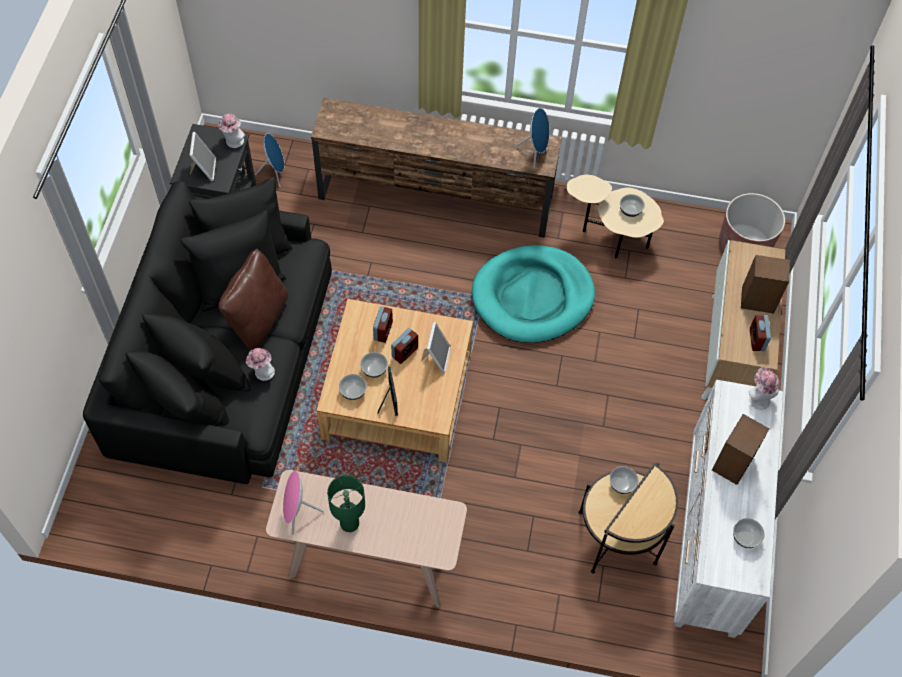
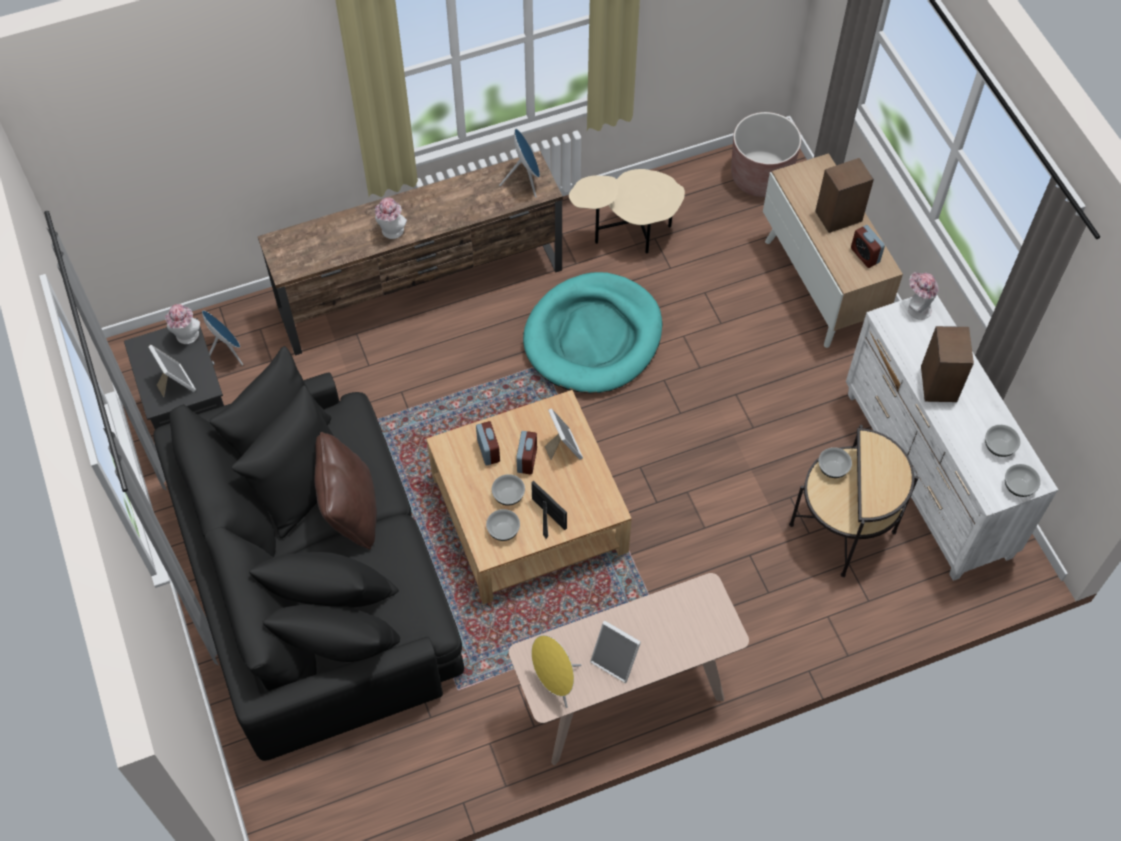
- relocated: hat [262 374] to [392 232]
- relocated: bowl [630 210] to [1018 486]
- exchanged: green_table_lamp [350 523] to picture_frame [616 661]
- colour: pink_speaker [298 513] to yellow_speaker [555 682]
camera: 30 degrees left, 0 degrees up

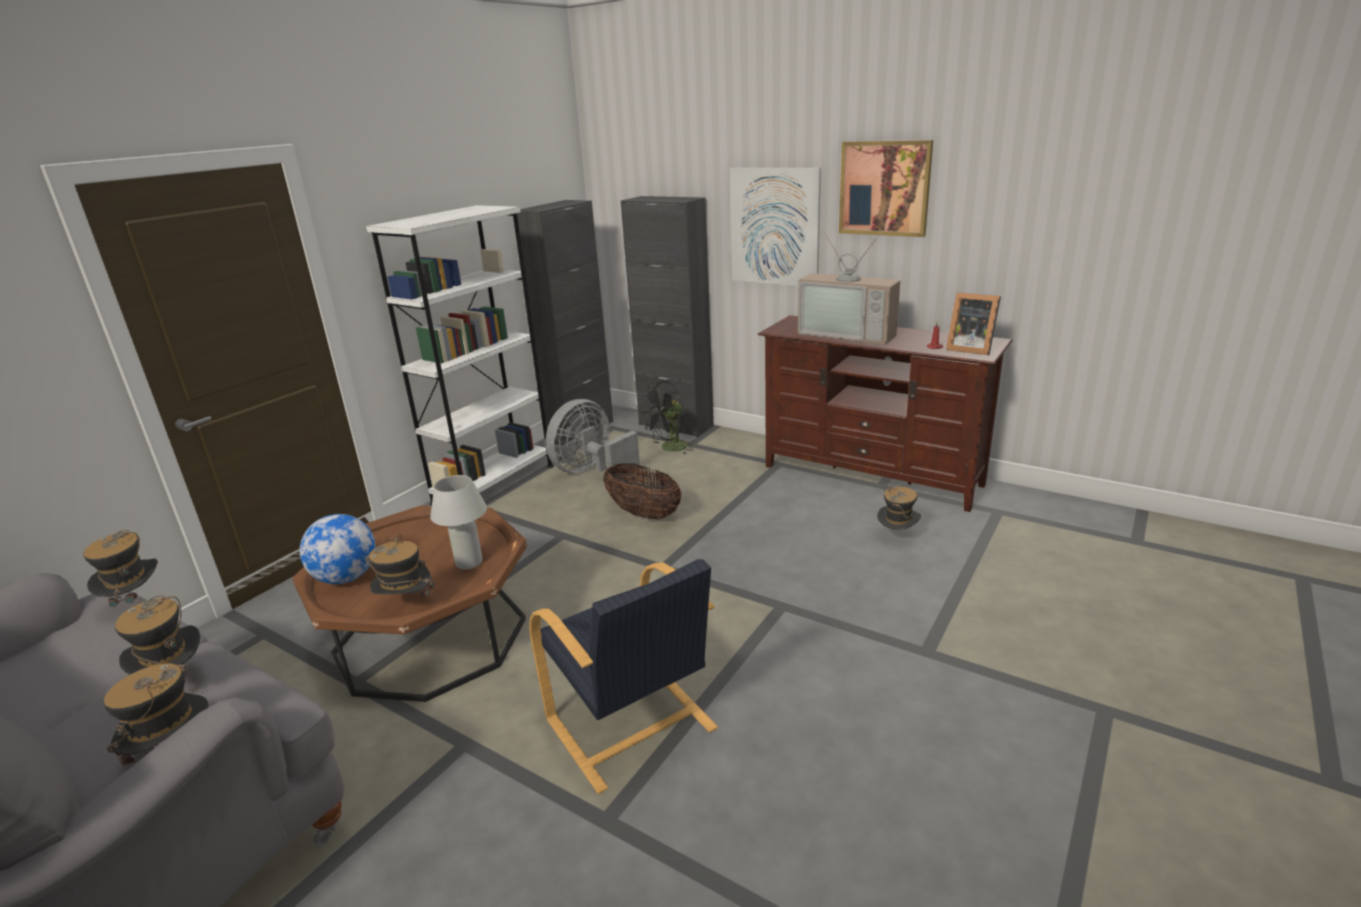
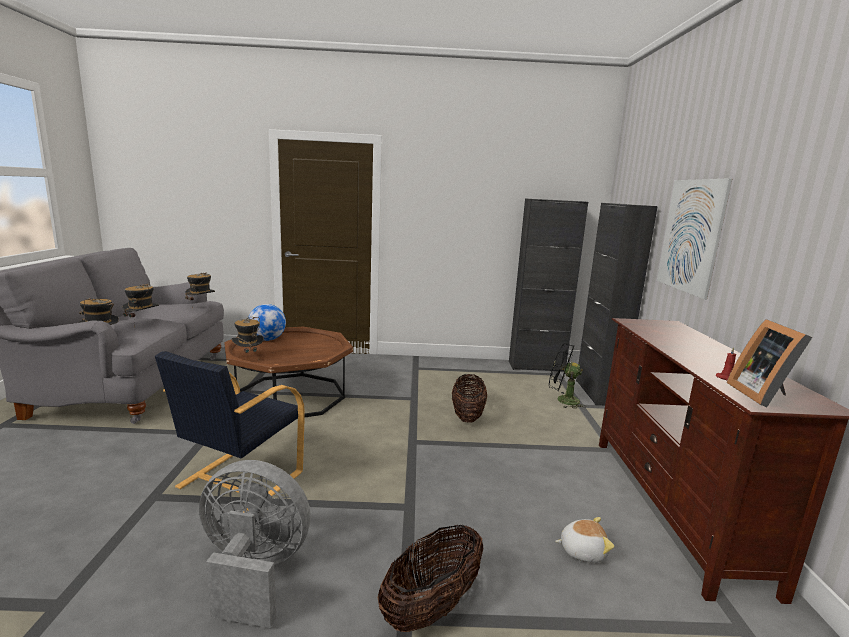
- missing: white_bookcase [494 484]
- missing: white_table_lamp [469 563]
- missing: television [849 333]
- missing: picture [884 188]
- appeared: basket [431 607]
- relocated: grey_fan [591 471] to [254 572]
- exchanged: hat [897 537] to plush_toy [582 550]
camera: 55 degrees right, 10 degrees down

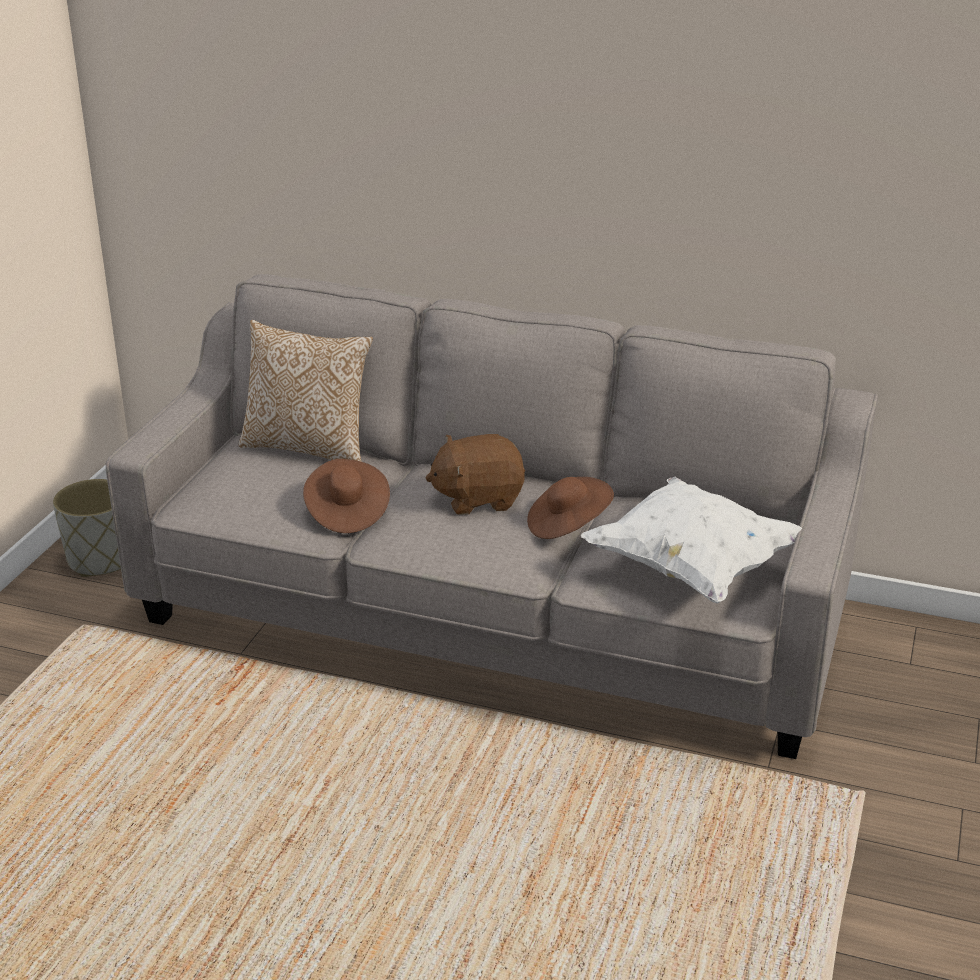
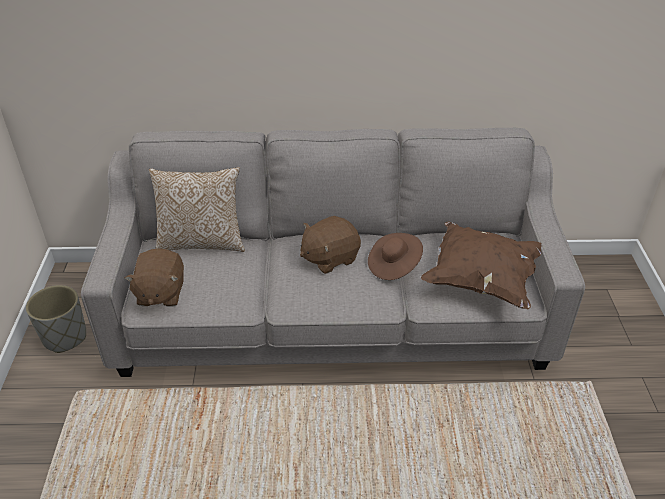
- missing: brown_hat [346 513]
- appeared: brown_plush_toy [160 293]
- colour: white_pillow [691 568] to brown_pillow [481 280]
camera: 20 degrees left, 10 degrees up

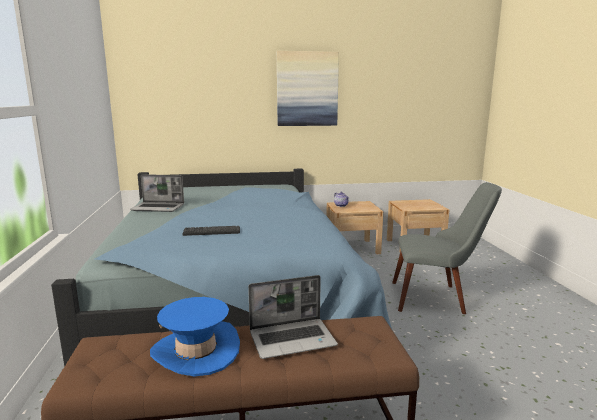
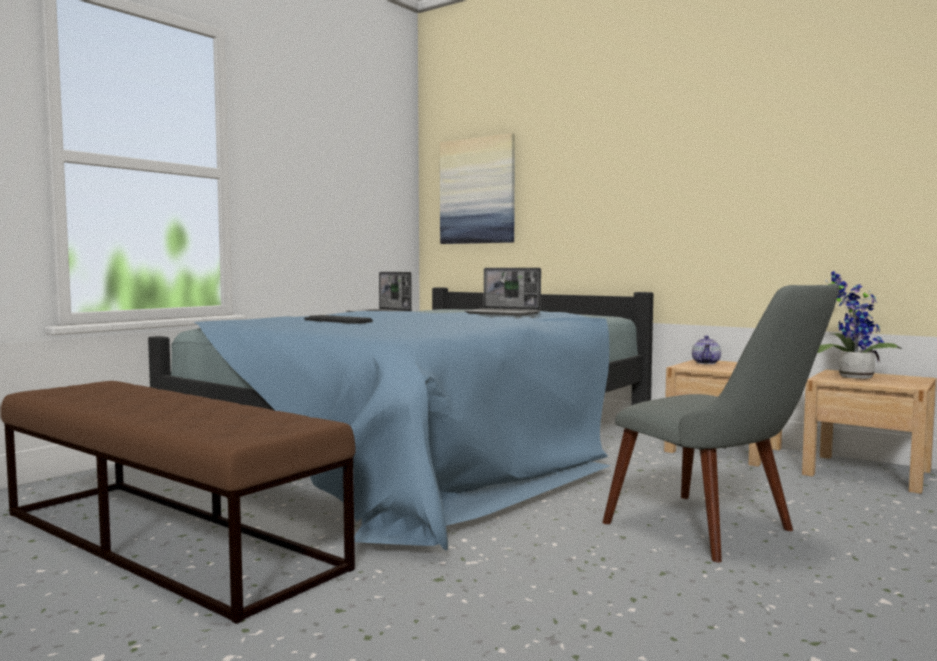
- missing: blue_hat [196 351]
- appeared: potted_plant [851 376]
- relocated: laptop [293 339] to [504 313]
- relocated: picture [307 89] to [477 191]
camera: 45 degrees right, 10 degrees down

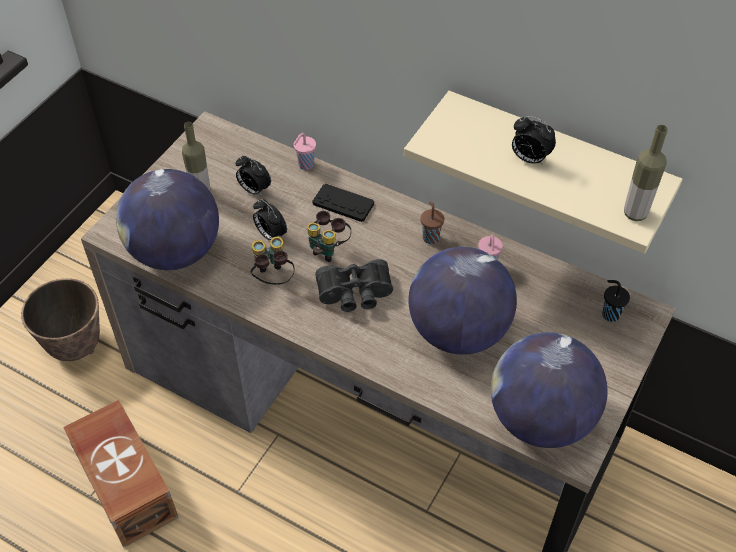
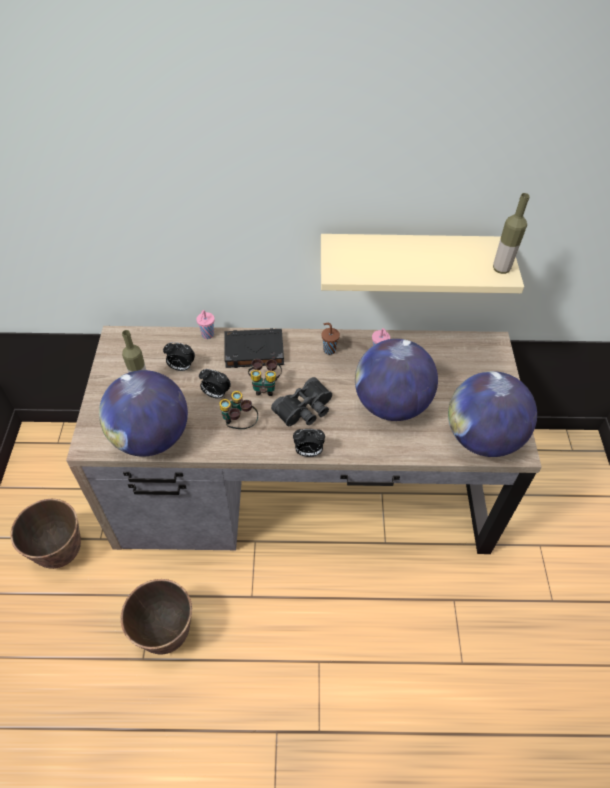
- missing: black_cup [609 314]
- relocated: alarm_clock [529 159] to [308 452]
- exchanged: brown_storage_box [127 483] to planter [166 633]
- exchanged: black_game_controller [343 203] to black_book [253 351]
camera: 30 degrees left, 0 degrees up

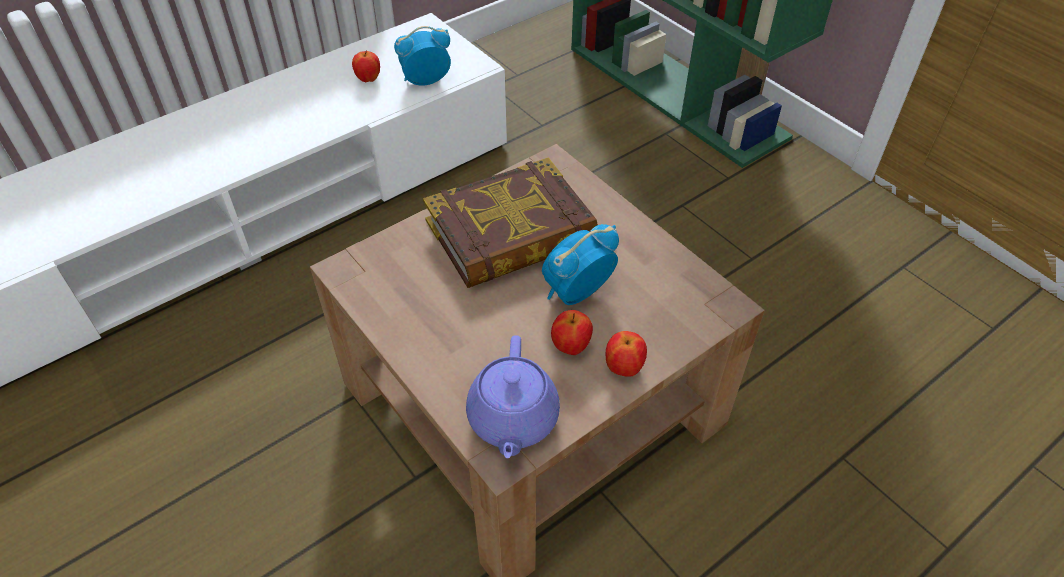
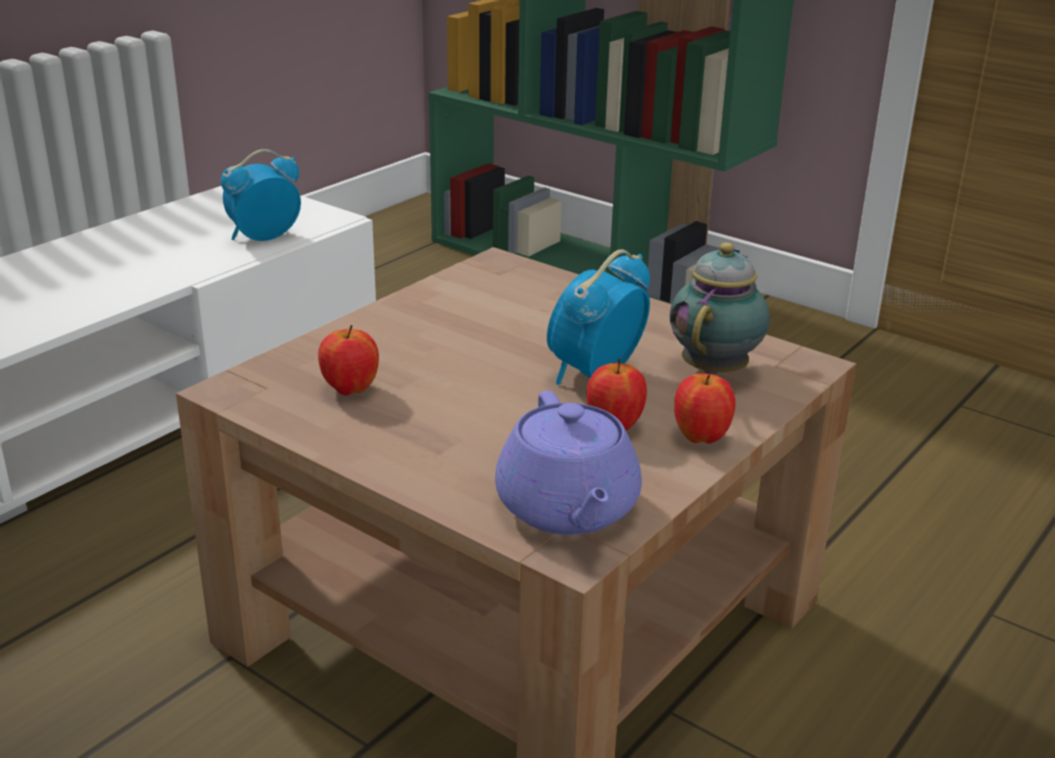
- missing: book [511 233]
- appeared: teapot [716 368]
- relocated: apple [368 79] to [350 390]
camera: 15 degrees left, 20 degrees down

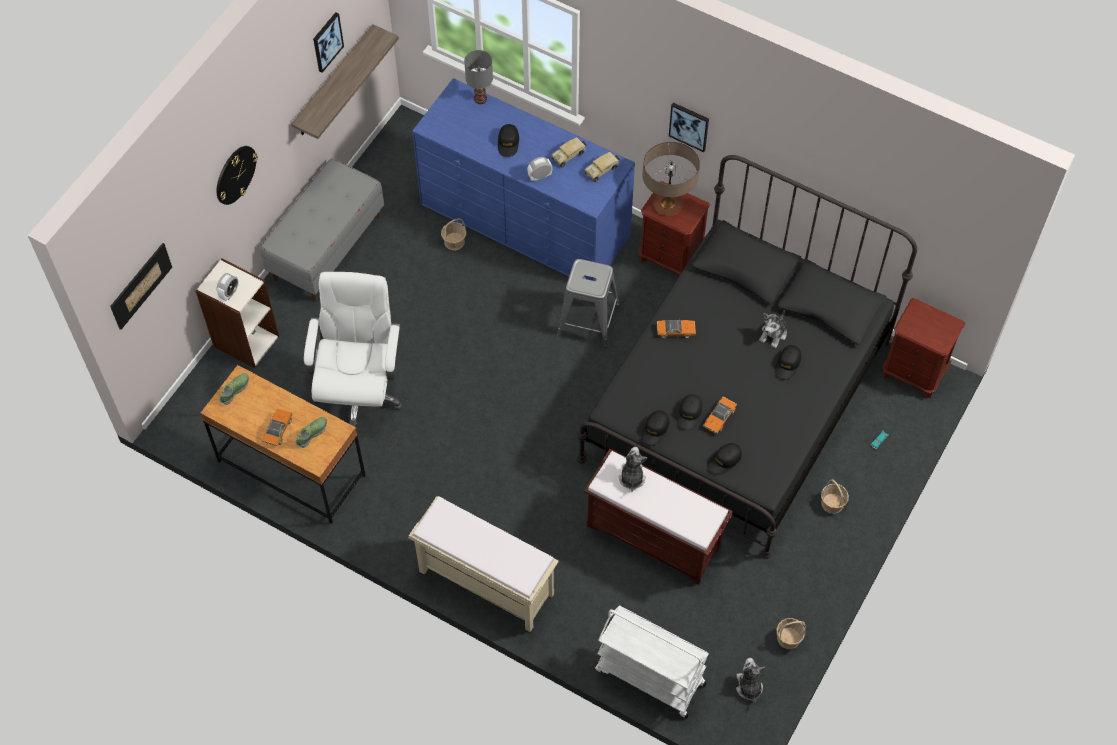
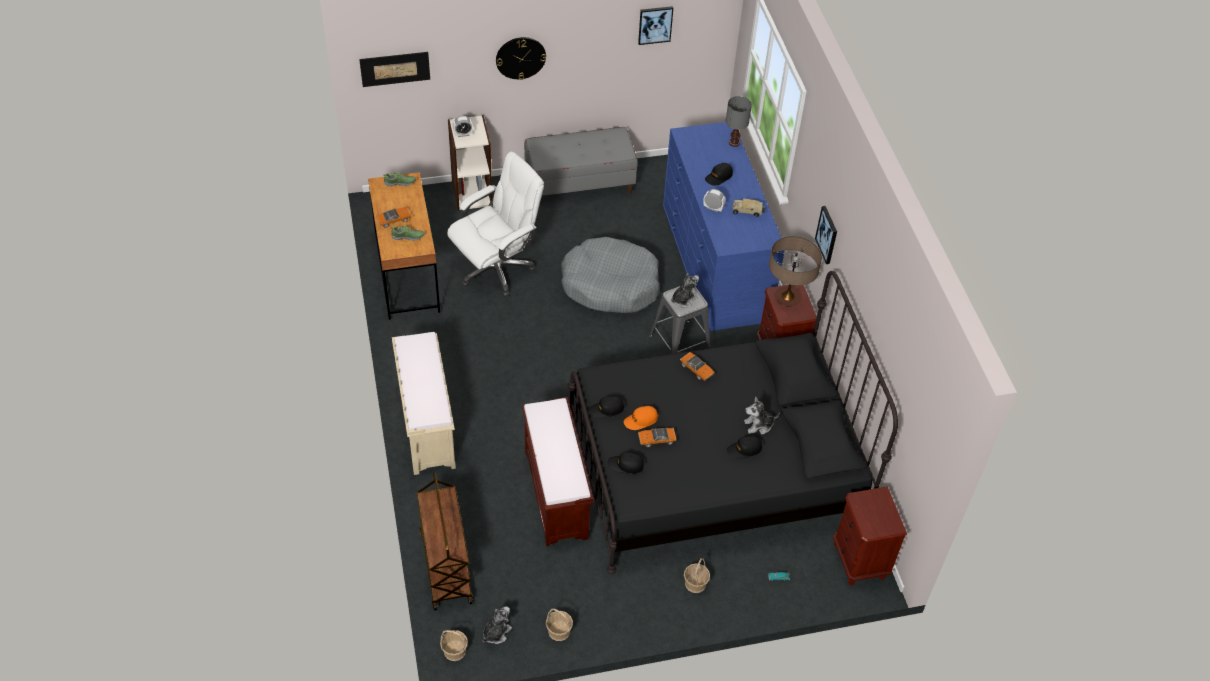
- missing: shelf [334 83]
- missing: toy_truck [602 169]
- appeared: grey_dog_bed [610 285]
- relocated: basket [454 241] to [454 650]
- relocated: plush_toy [631 477] to [683 299]
- colour: white_cart [649 677] to brown_cart [445 566]
- colour: black_cap [689 414] to orange_cap [640 420]
camera: 45 degrees right, 10 degrees down

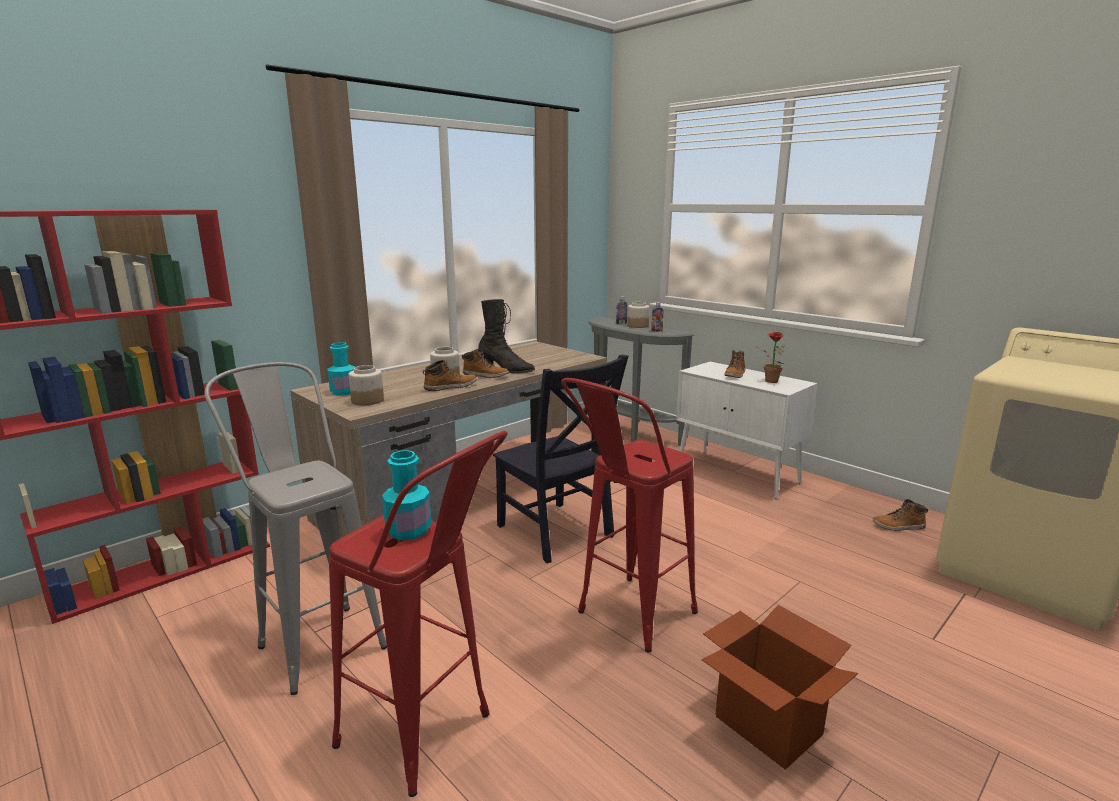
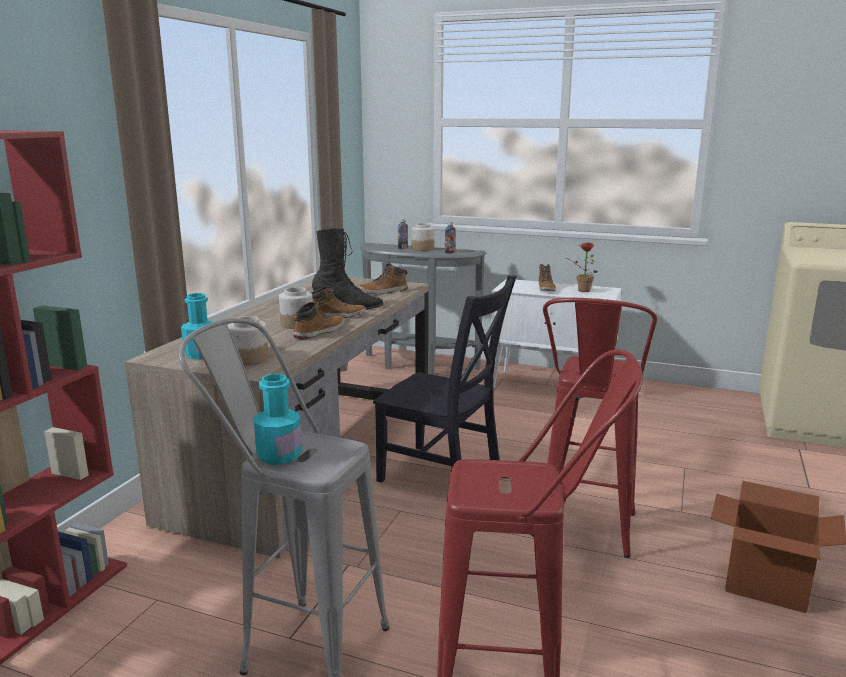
- relocated: turquoise_bottle [408 530] to [279 455]
- relocated: boot [898 526] to [384 292]
camera: 25 degrees left, 0 degrees up

